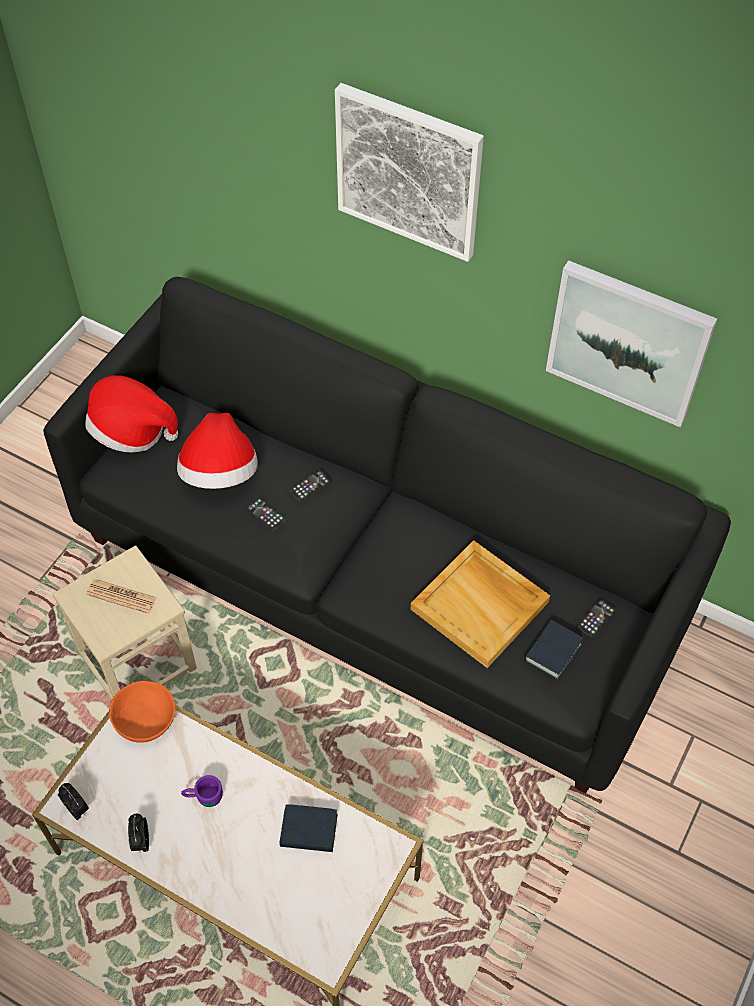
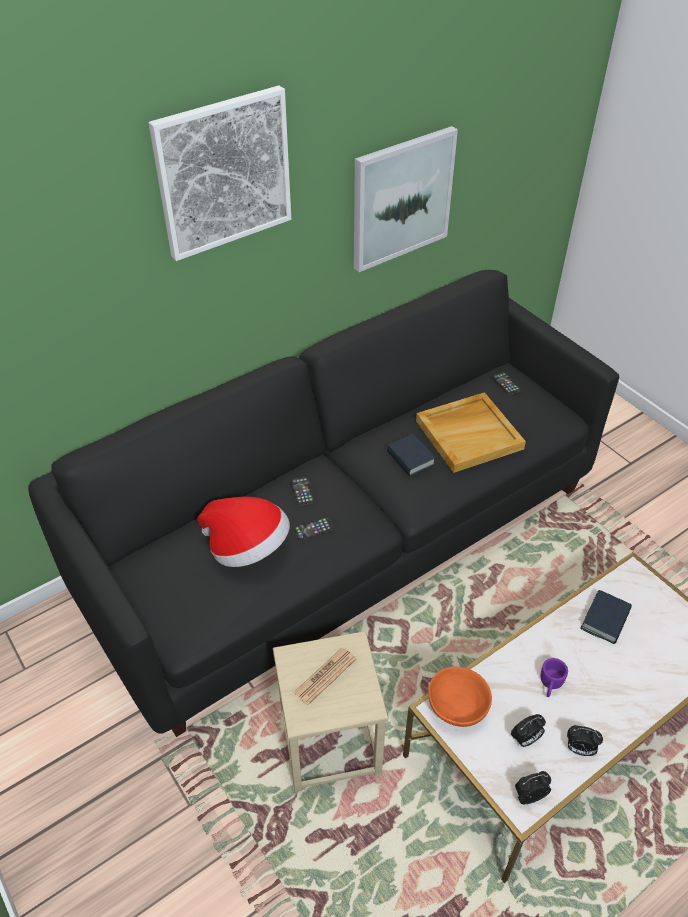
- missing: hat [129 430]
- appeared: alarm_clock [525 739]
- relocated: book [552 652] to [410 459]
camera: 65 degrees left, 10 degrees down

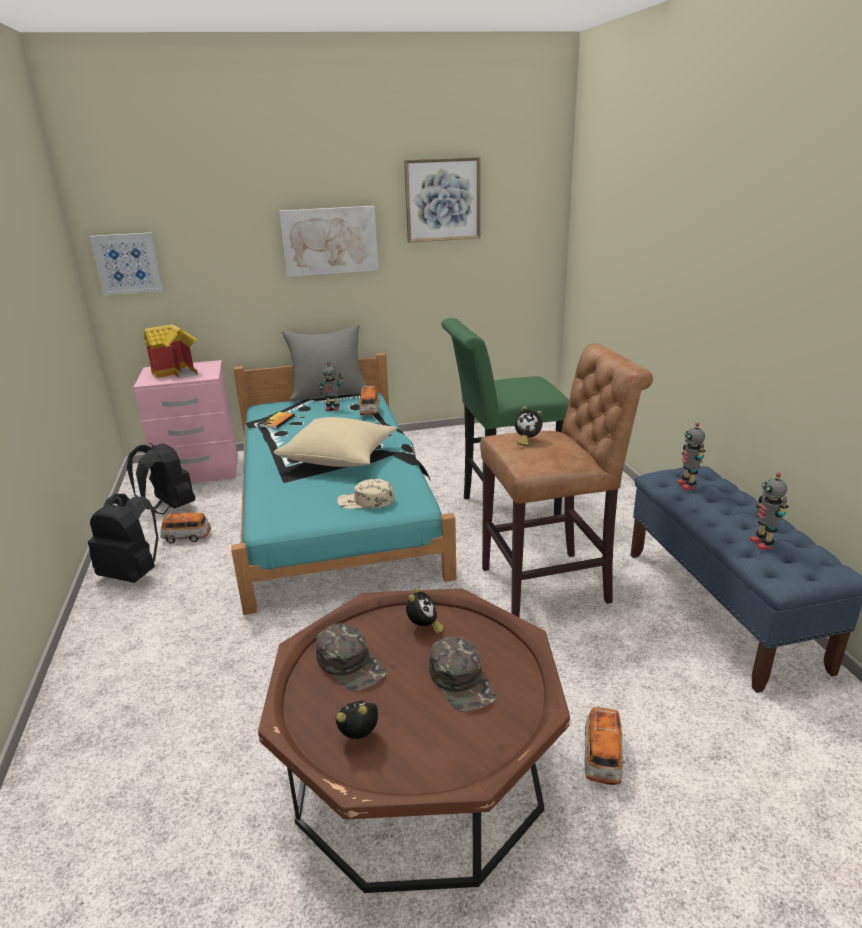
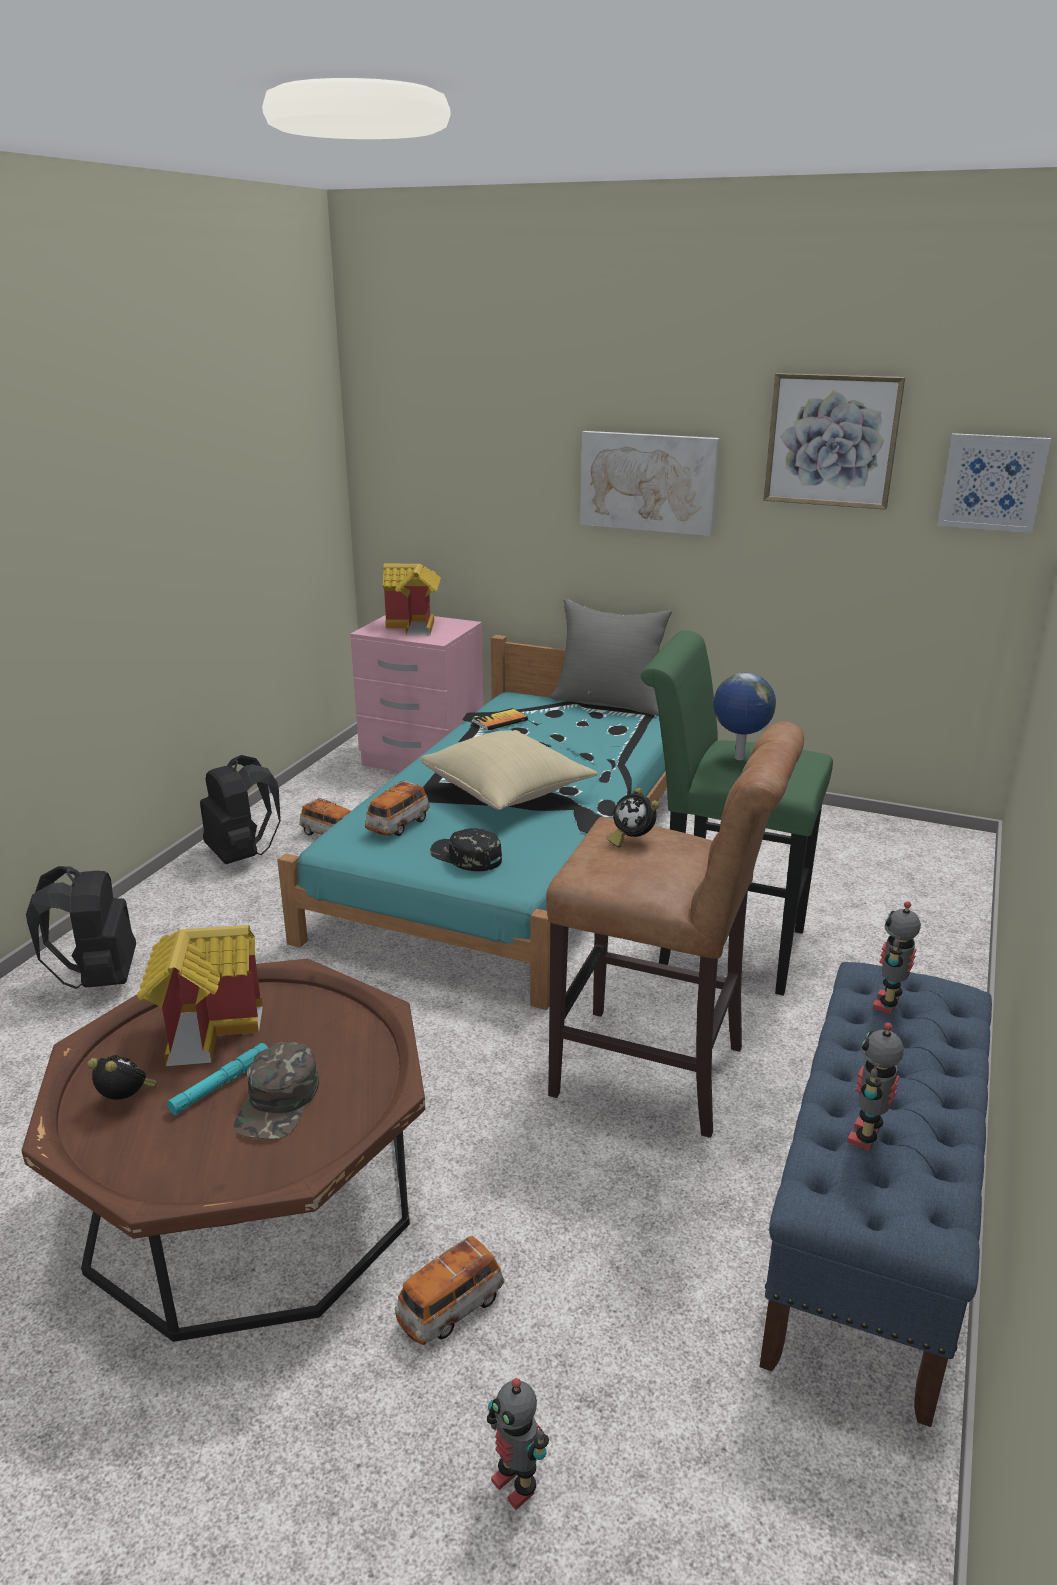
- missing: alarm_clock [424 627]
- appeared: turquoise_flashlight [221 1084]
- appeared: globe [738 758]
- relocated: picture [127 263] to [992 482]
- relocated: black_backpack [169 507] to [98 978]
- relocated: toy_robot [332 408] to [515 1484]
- relocated: toy_car [369 411] to [398 825]
- exchanged: green_cap [351 664] to toy_house [209 1028]
- colour: beige_cap [366 501] to black_cap [466 857]
camera: 35 degrees right, 0 degrees up

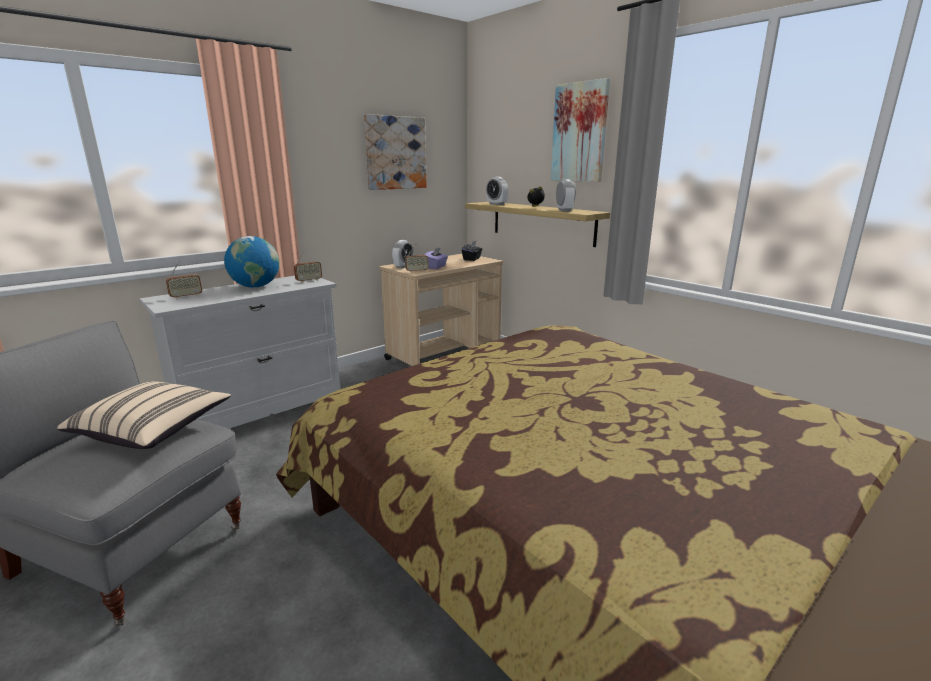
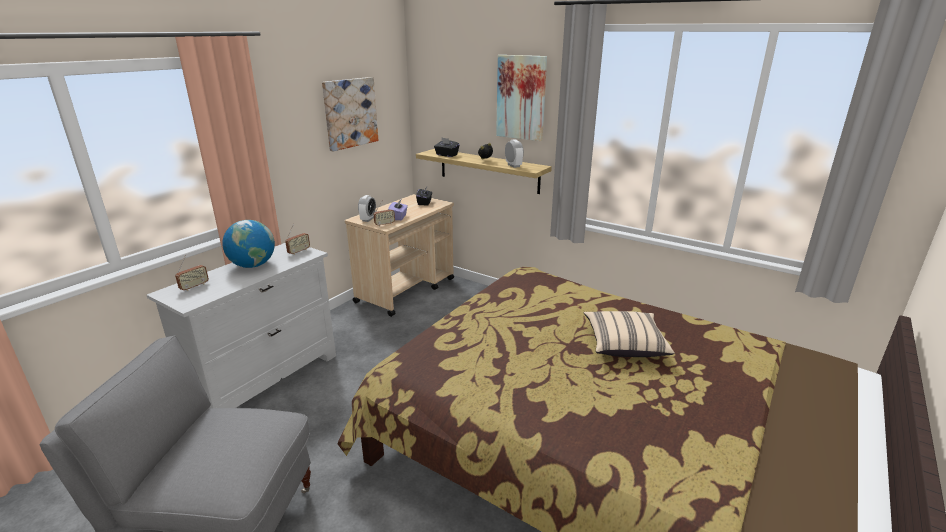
- relocated: beige_pillow [154 430] to [624 345]
- exchanged: alarm_clock [496 204] to black_tissue_box [446 155]
camera: 15 degrees left, 5 degrees up

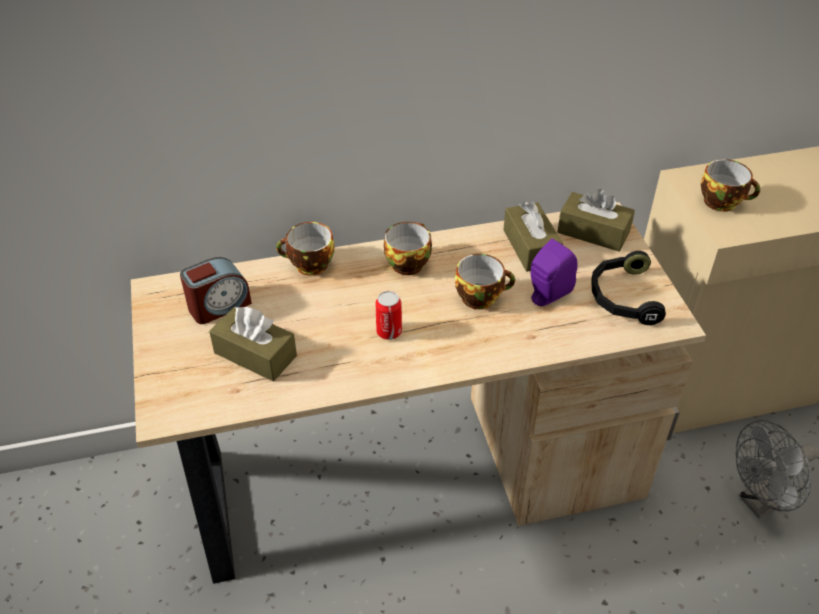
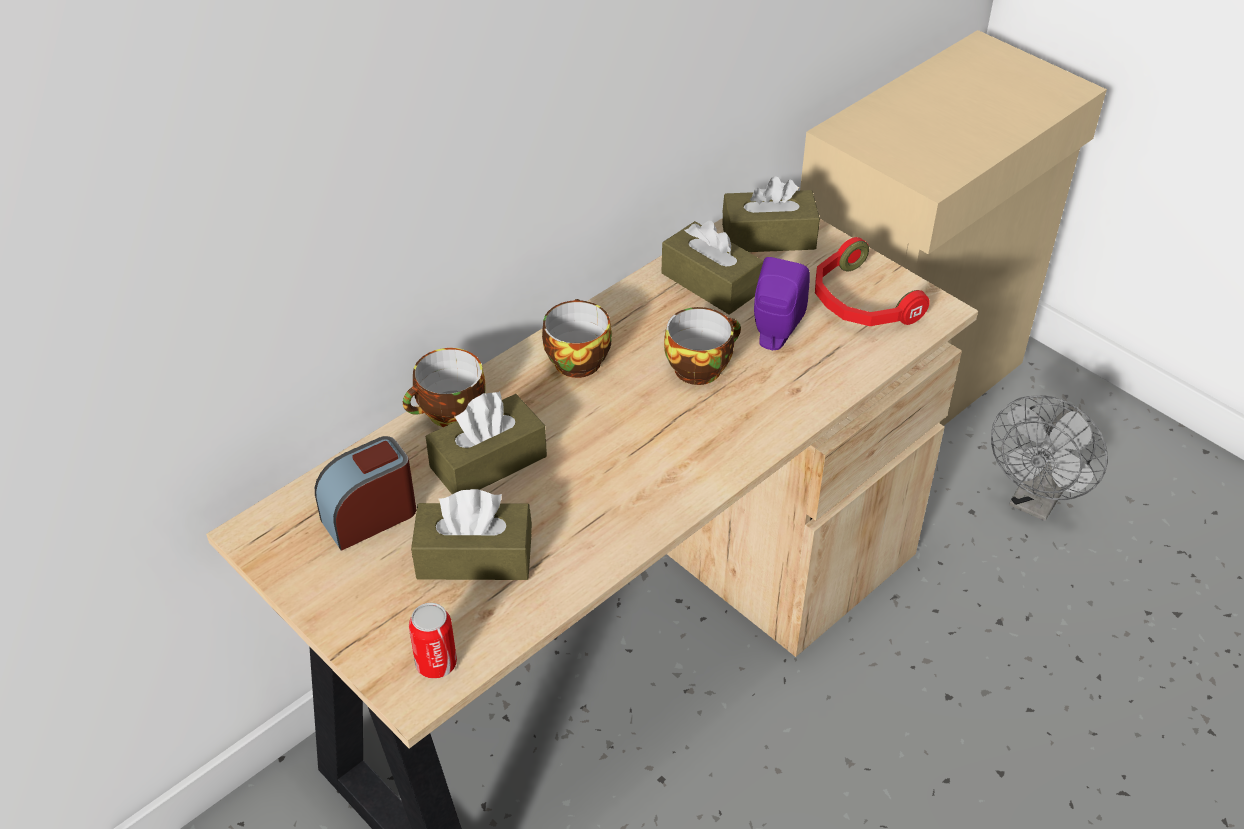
- missing: cup [722 201]
- appeared: brown_tissue_box [488 462]
- relocated: can [389 332] to [436 663]
- colour: black_headphones [622 297] to red_headphones [859 302]
- spun: alarm_clock [219 306] = [370 516] 150 degrees counterclockwise
camera: 30 degrees left, 0 degrees up

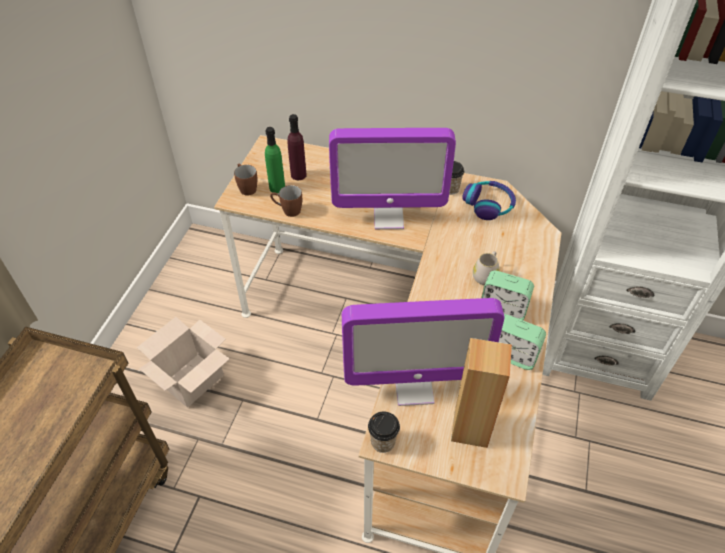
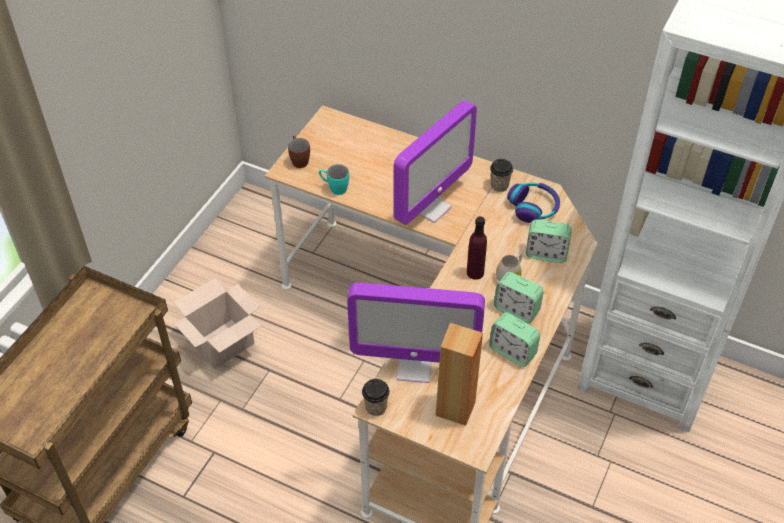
- missing: green_bottle [277 187]
- appeared: alarm_clock [546 253]
- relocated: purple_bottle [298 175] to [475 272]
- colour: brown_mug [287 210] to turquoise_mug [334 188]
- spun: monitor [388 218] = [430 208] 60 degrees counterclockwise
camera: 10 degrees right, 0 degrees up

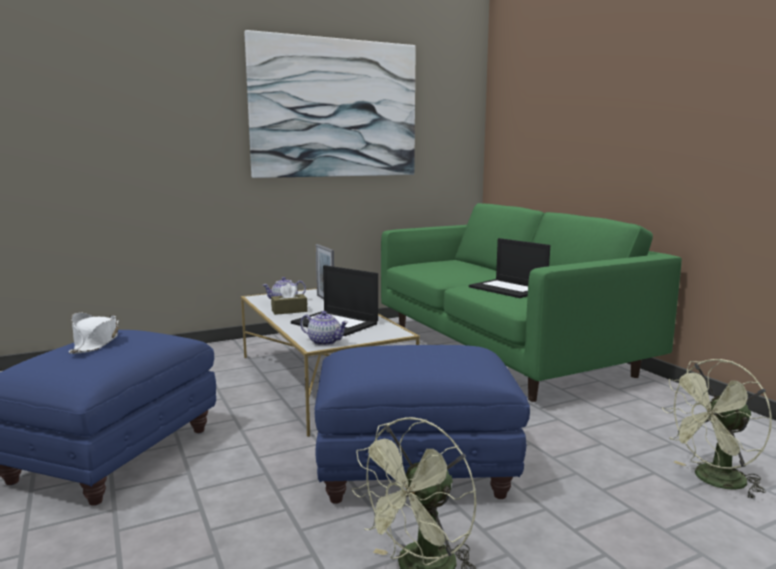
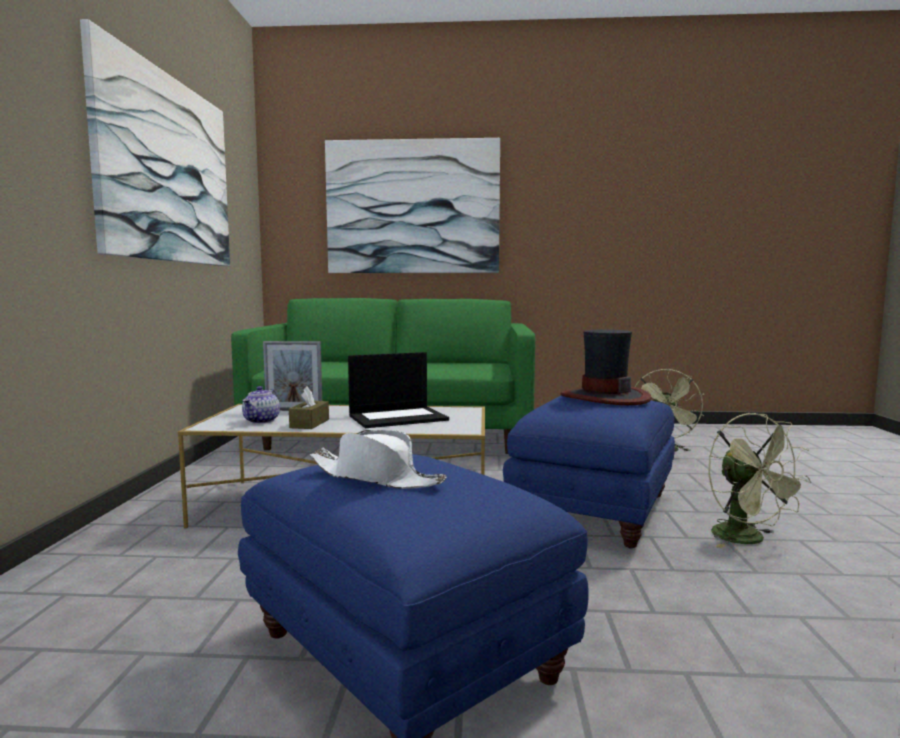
- missing: teapot [325 342]
- missing: laptop [509 289]
- appeared: picture [412 207]
- appeared: hat [604 397]
camera: 60 degrees left, 5 degrees down

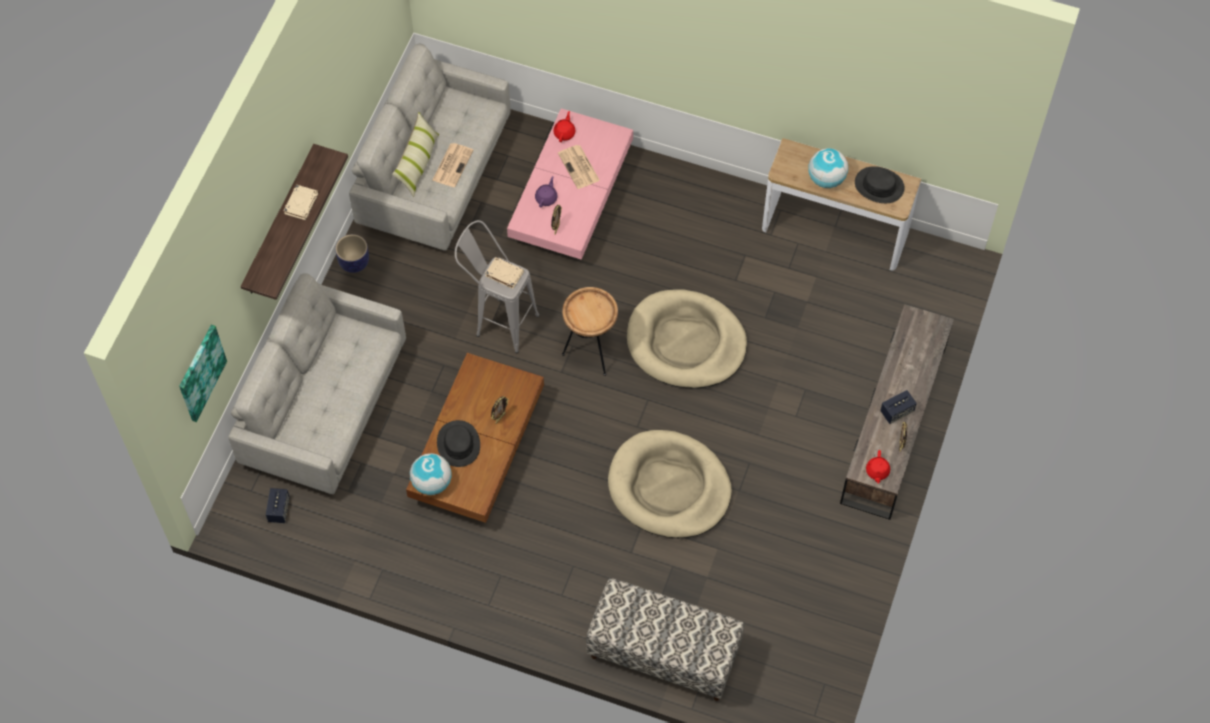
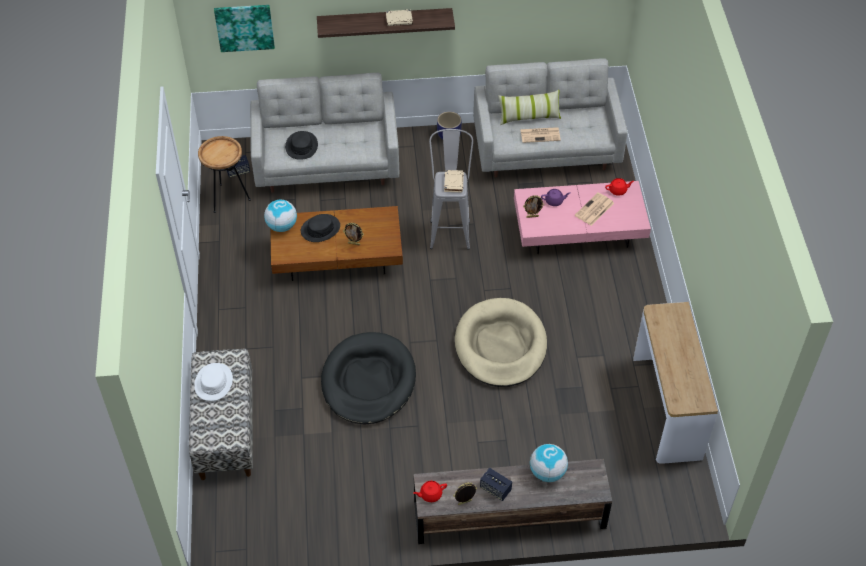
- appeared: white_hat [214 382]
- relocated: brown_side_table [590 353] to [228 199]
- relocated: globe [826 179] to [547 472]
- relocated: black_hat [879 186] to [301 146]
- colour: beige_dog_bed [669 487] to black_dog_bed [368 381]
camera: 65 degrees right, 10 degrees down

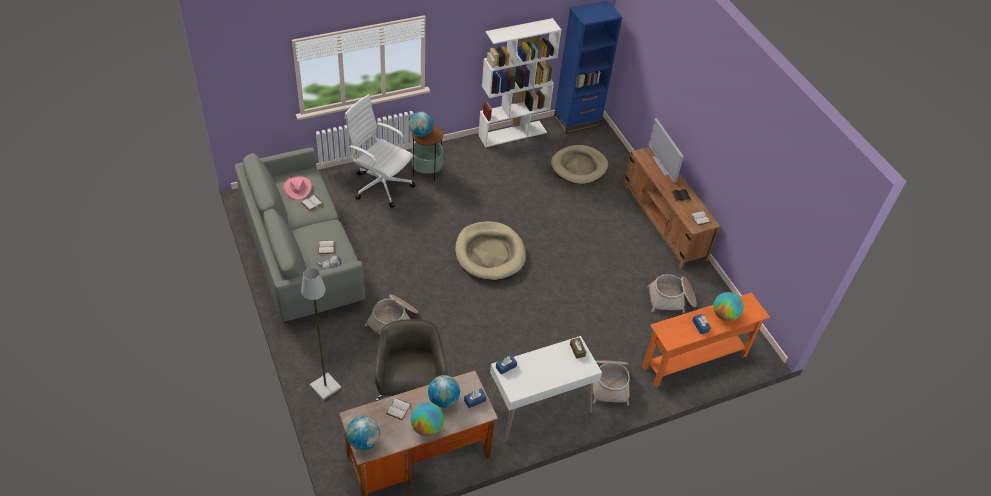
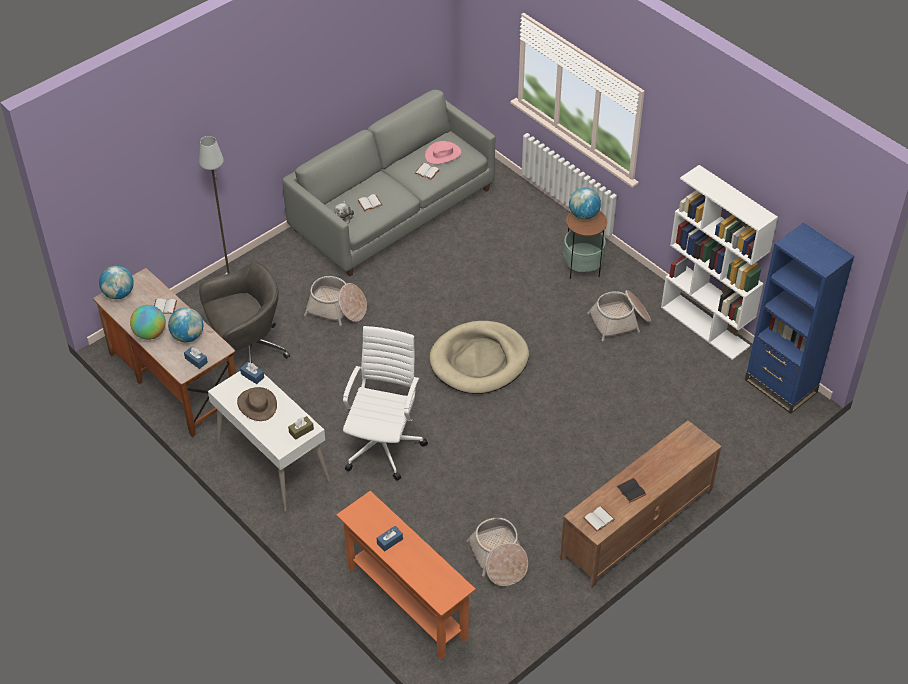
- missing: beige_dog_bed [579 167]
- missing: television [663 165]
- missing: globe [724 315]
- appeared: brown_hat [257 405]
- relocated: white_office_chair [381 185] to [383 444]
- relocated: basket [609 383] to [620 321]
camera: 75 degrees right, 0 degrees up

